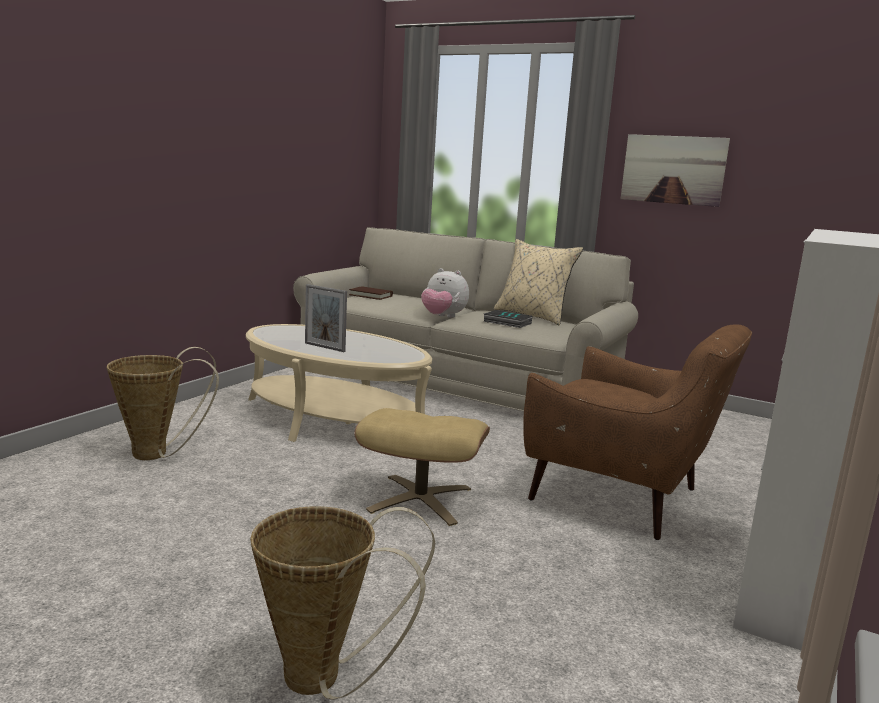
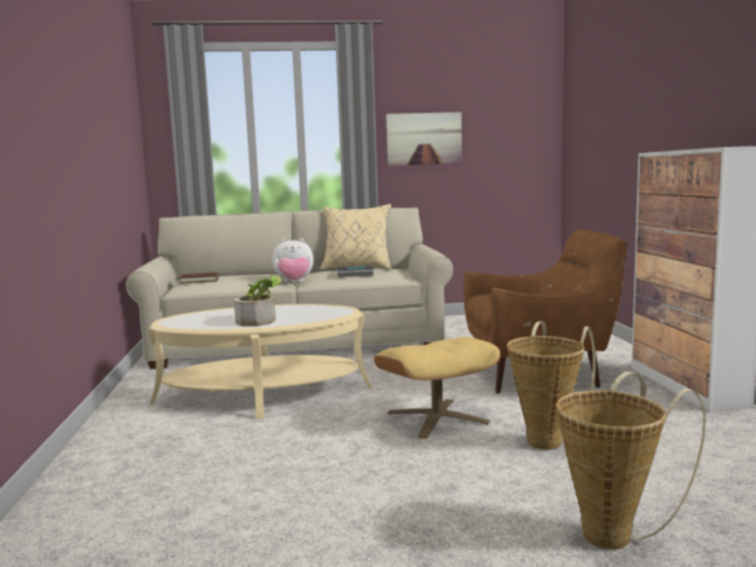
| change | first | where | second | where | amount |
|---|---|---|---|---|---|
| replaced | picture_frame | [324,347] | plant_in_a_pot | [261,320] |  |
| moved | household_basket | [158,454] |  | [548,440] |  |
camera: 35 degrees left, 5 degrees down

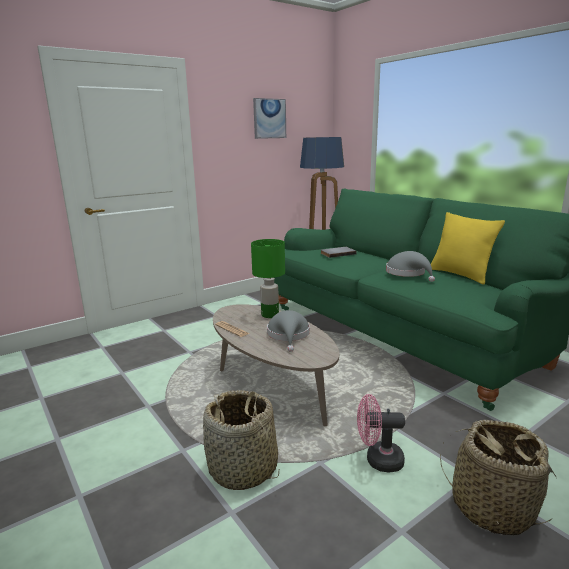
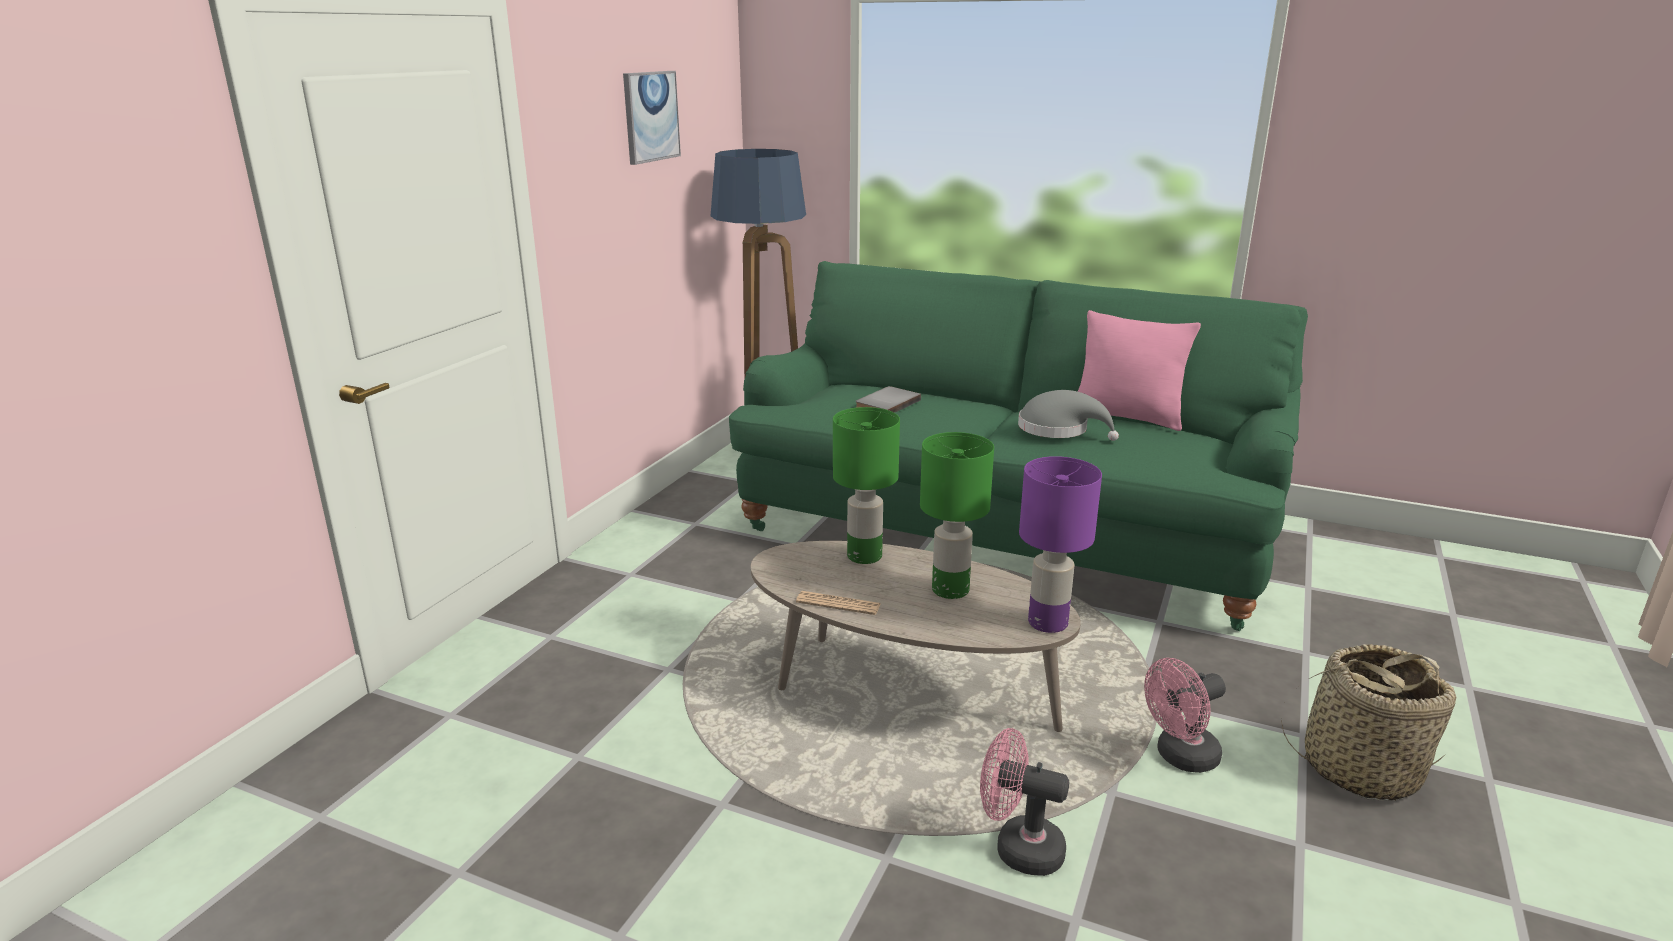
| change | first | where | second | where | amount |
|---|---|---|---|---|---|
| recoloured | yellow_pillow | [460,275] | pinkish_pillow | [1127,418] |  |
| replaced | gray_clothing_hat | [288,335] | greenish_table_lamp | [950,589] |  |
| replaced | household_basket | [243,469] | pinkish_electric_fan | [1018,848] |  |
| added |  |  | purple_table_lamp | [1048,623] |  |
camera: 30 degrees left, 5 degrees up

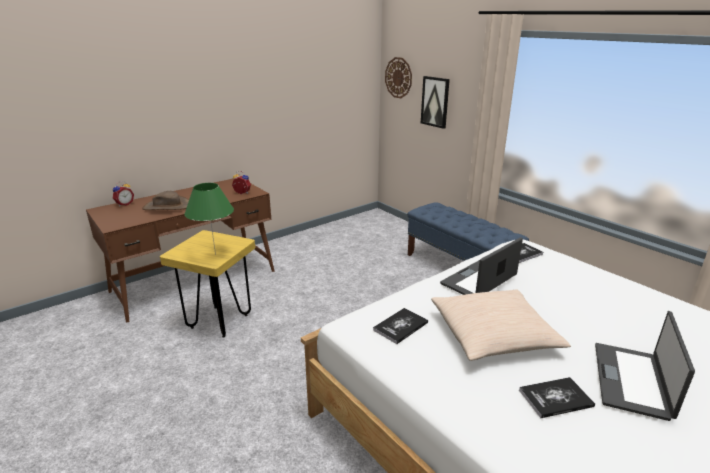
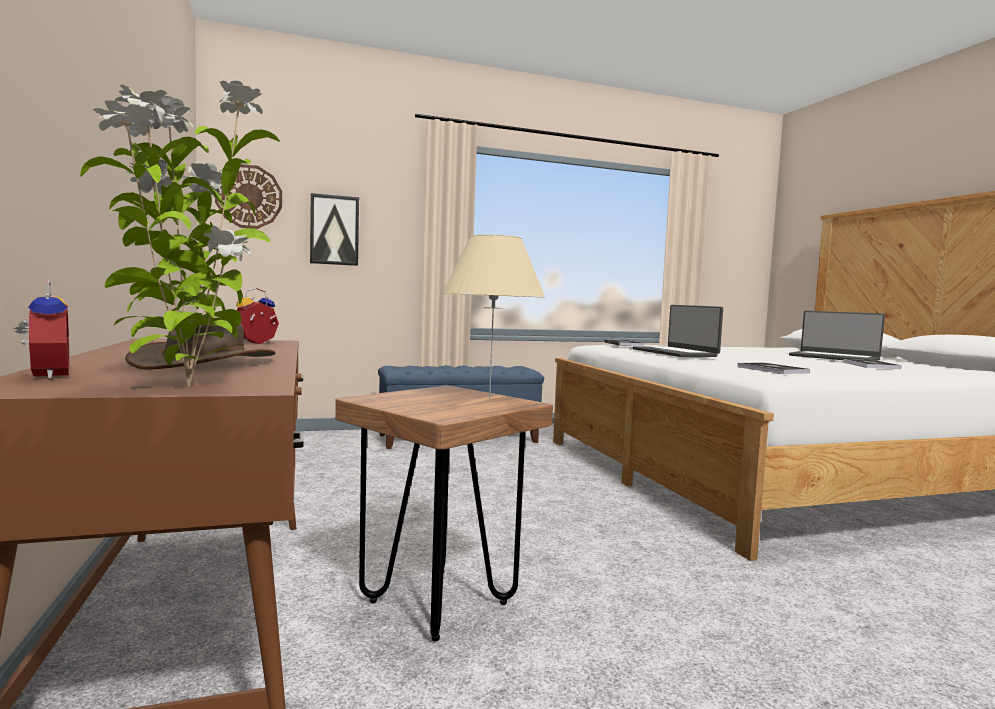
| change | first | where | second | where | amount |
|---|---|---|---|---|---|
| recoloured | greenish_table_lamp | [215,254] | beige_table_lamp | [489,400] |  |
| recoloured | yellow_stool_seat | [219,321] | brownish_stool_seat | [439,602] |  |
| removed | beige_pillow | [493,335] |  |  |  |
| added |  |  | plant_in_a_pot | [186,385] |  |
camera: 70 degrees left, 20 degrees down

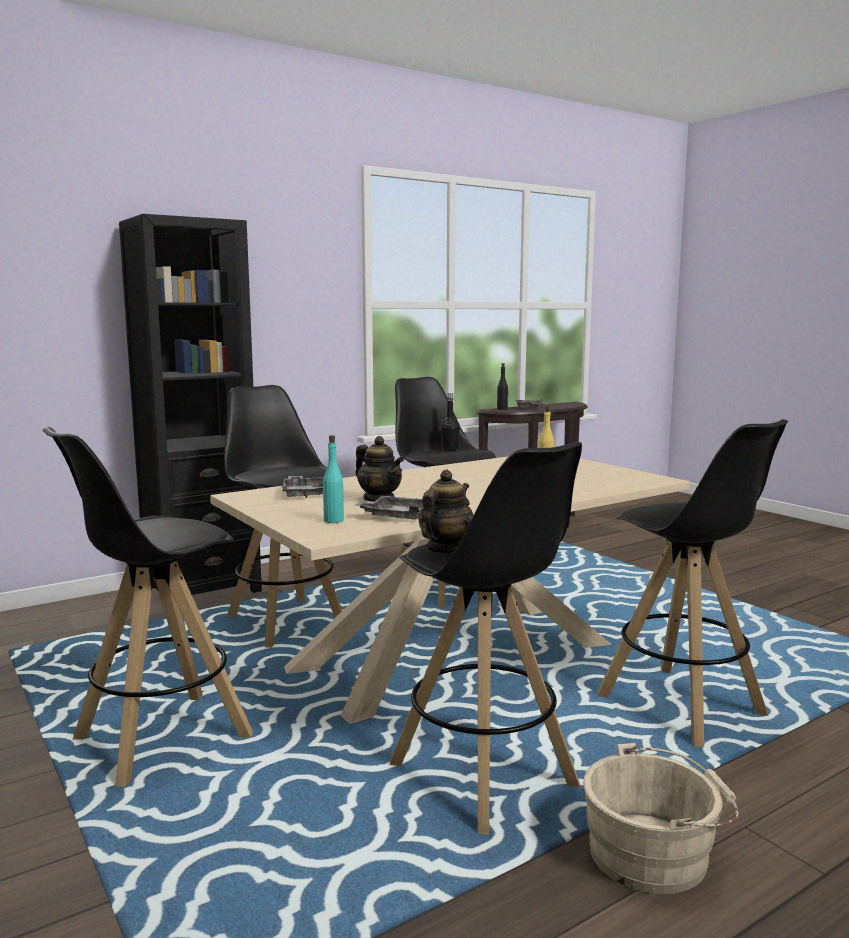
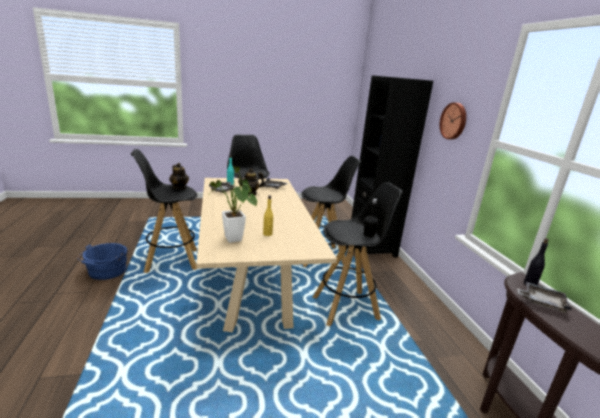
| change | first | where | second | where | amount |
|---|---|---|---|---|---|
| removed | black_stool_seat | [682,706] |  |  |  |
| recoloured | beige_pail | [654,853] | blue-coloured_pail | [106,272] |  |
| added |  |  | wall_clock | [454,121] |  |
| added |  |  | plant_in_a_pot | [234,241] |  |
camera: 110 degrees right, 10 degrees up

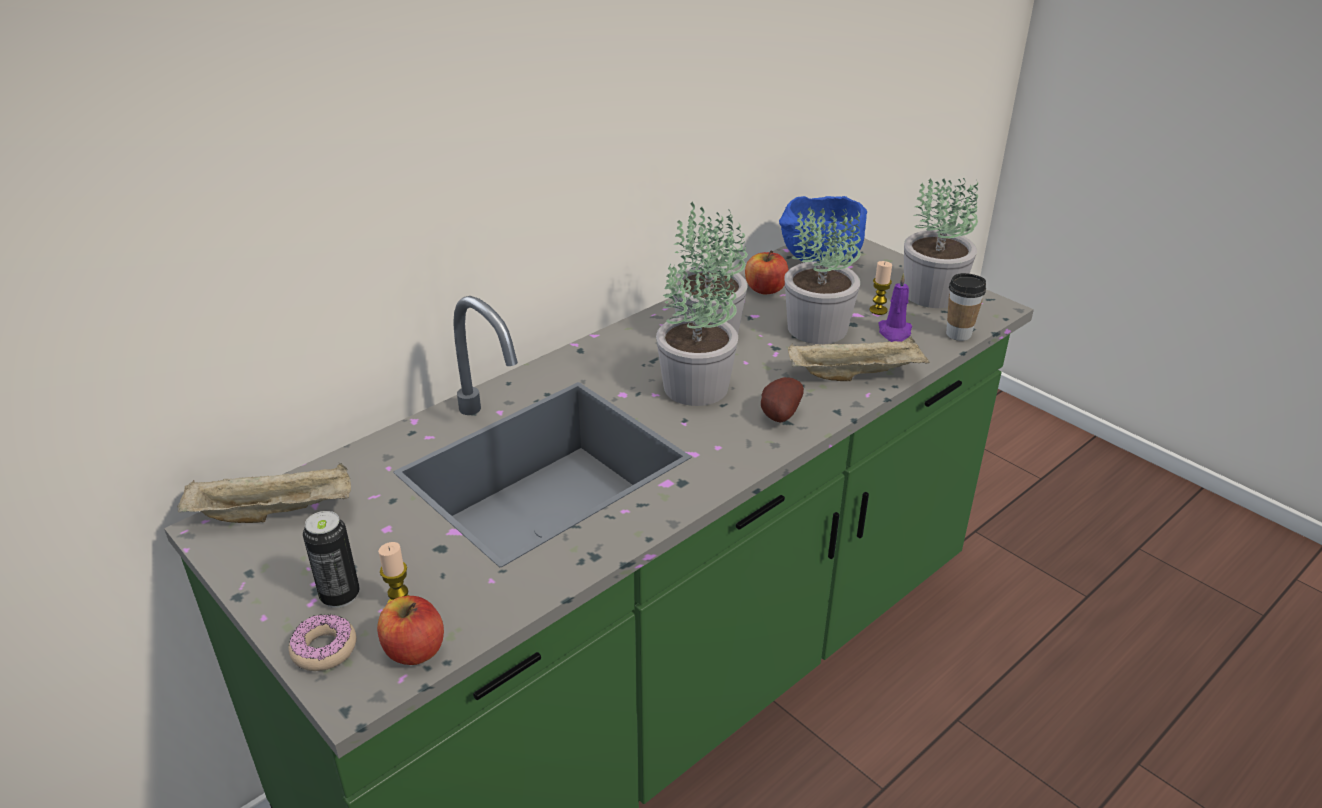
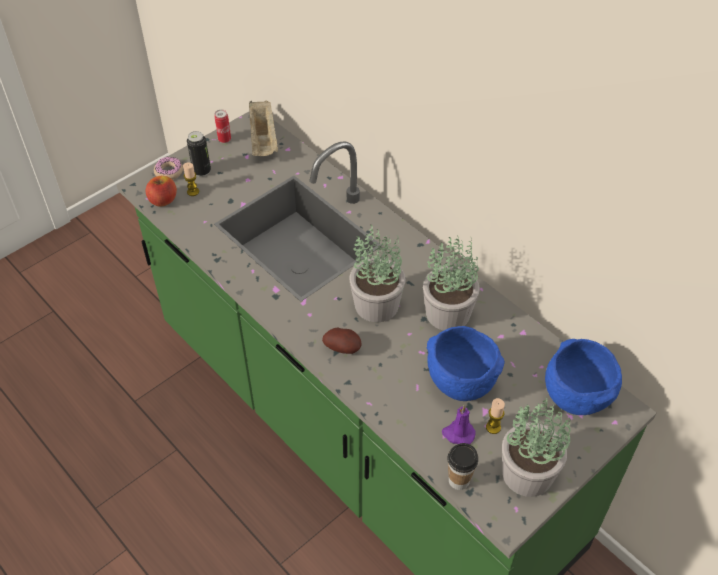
| change | first | where | second | where | amount |
|---|---|---|---|---|---|
| replaced | plant_in_a_pot | [818,329] | blue-coloured_deep_dish | [459,382] |  |
| removed | whole_apple | [765,289] |  |  |  |
| removed | beige_carrying_tray | [856,375] |  |  |  |
| added |  |  | can | [224,139] |  |
camera: 90 degrees right, 15 degrees up

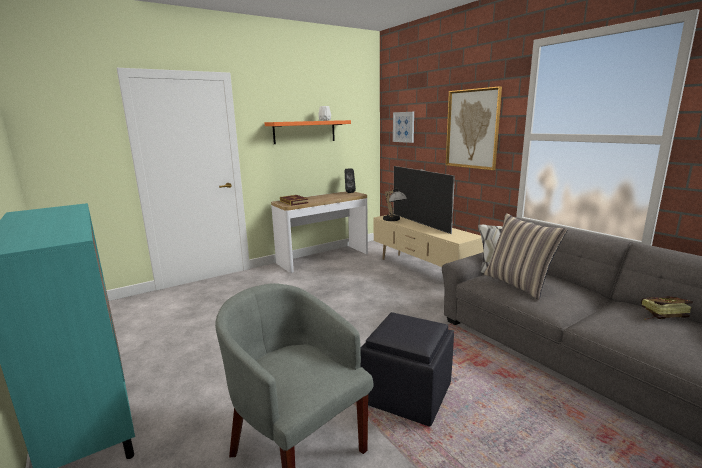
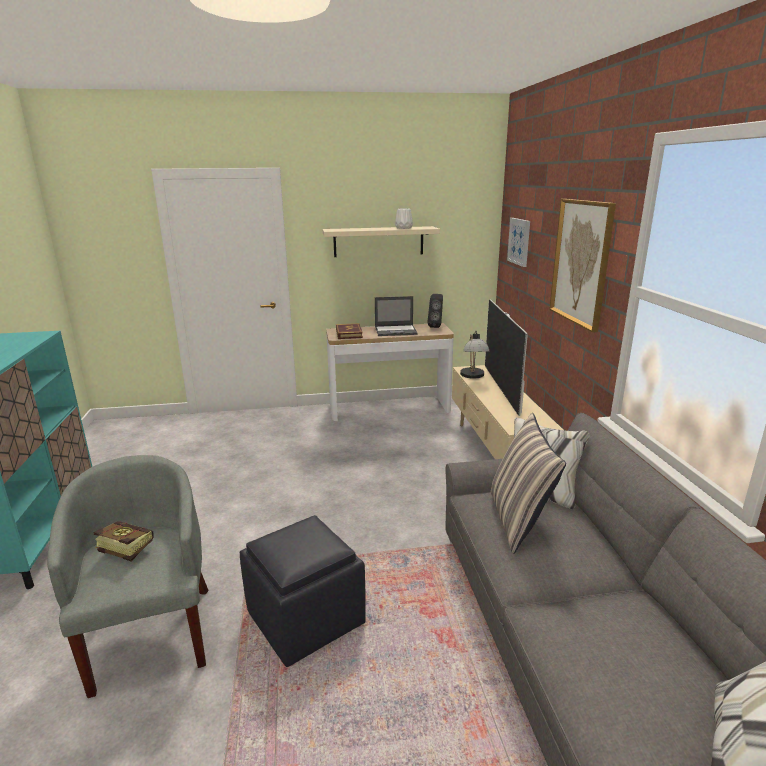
| change | first | where | second | where | amount |
|---|---|---|---|---|---|
| recoloured | orangey_shelf | [304,132] | beige_shelf | [378,241] |  |
| moved | book | [659,316] |  | [122,549] |  |
| added |  |  | portable_computer | [396,331] |  |
camera: 25 degrees right, 5 degrees up

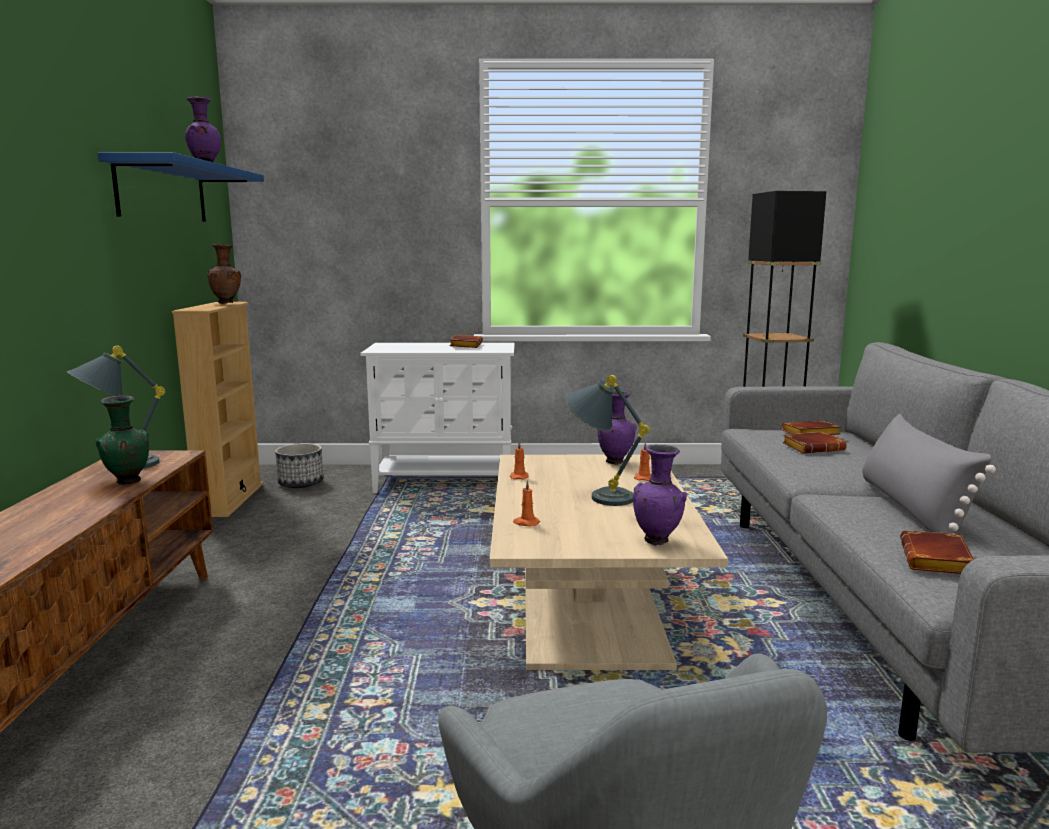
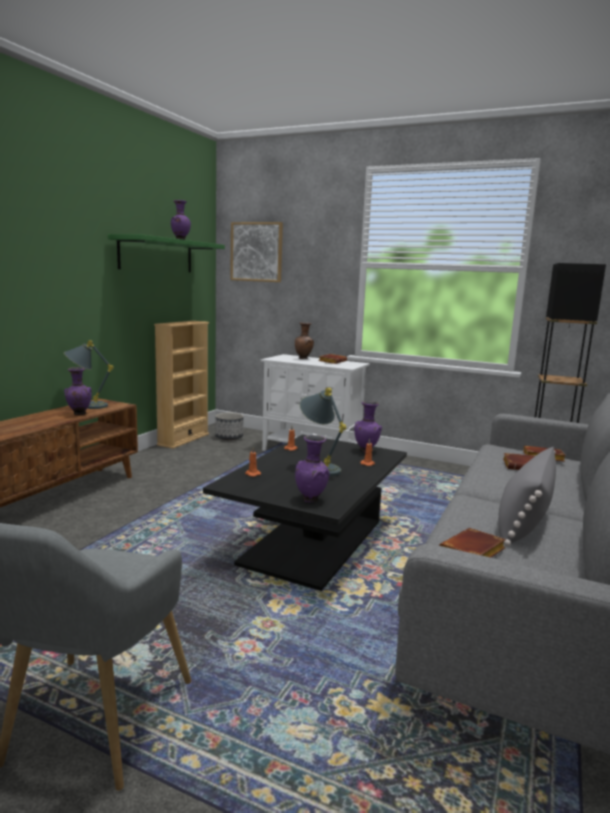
| change | first | where | second | where | amount |
|---|---|---|---|---|---|
| recoloured | blue-coloured_shelf | [163,192] | greenish_shelf | [156,255] |  |
| moved | brownish_vase | [227,303] |  | [303,358] |  |
| recoloured | greenish_vase | [127,482] | purple_vase | [79,414] |  |
| recoloured | beige_low_table | [589,607] | black_low_table | [313,542] |  |
| added |  |  | wall_art | [256,252] |  |
camera: 25 degrees right, 0 degrees up

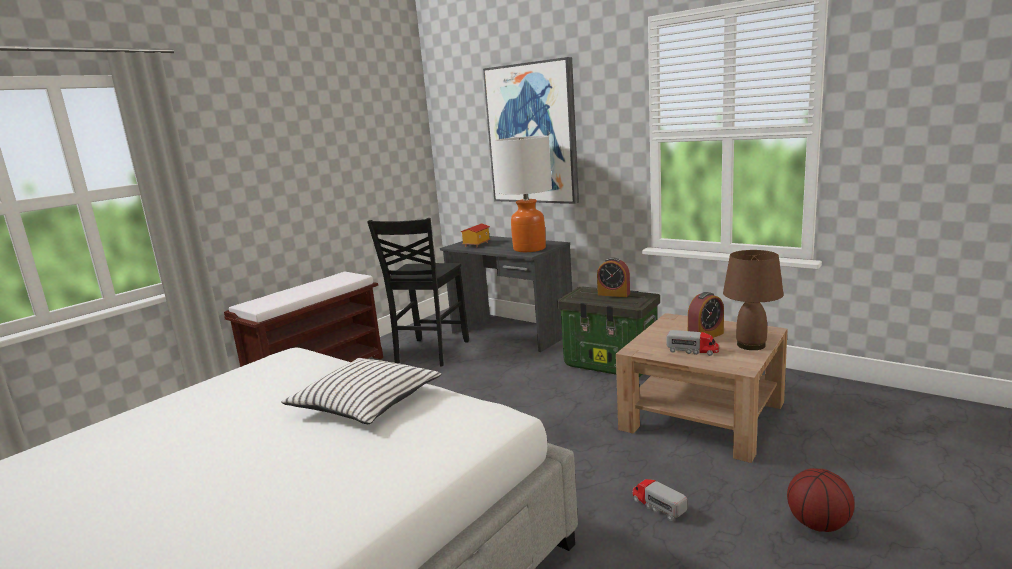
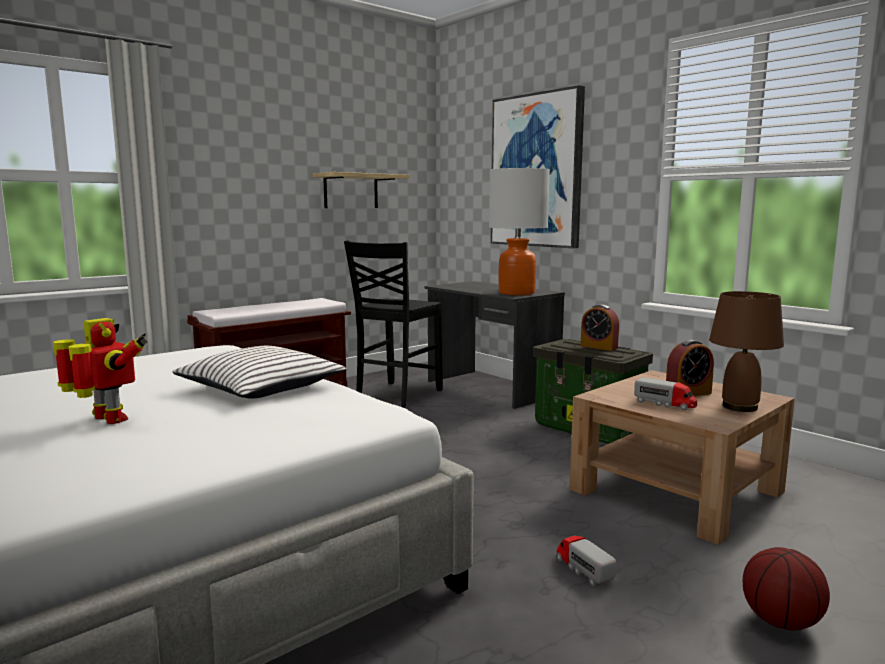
| change | first | where | second | where | amount |
|---|---|---|---|---|---|
| removed | model_house | [476,244] |  |  |  |
| added |  |  | shelf | [351,191] |  |
| added |  |  | robot_figure | [107,420] |  |
camera: 10 degrees right, 5 degrees down

